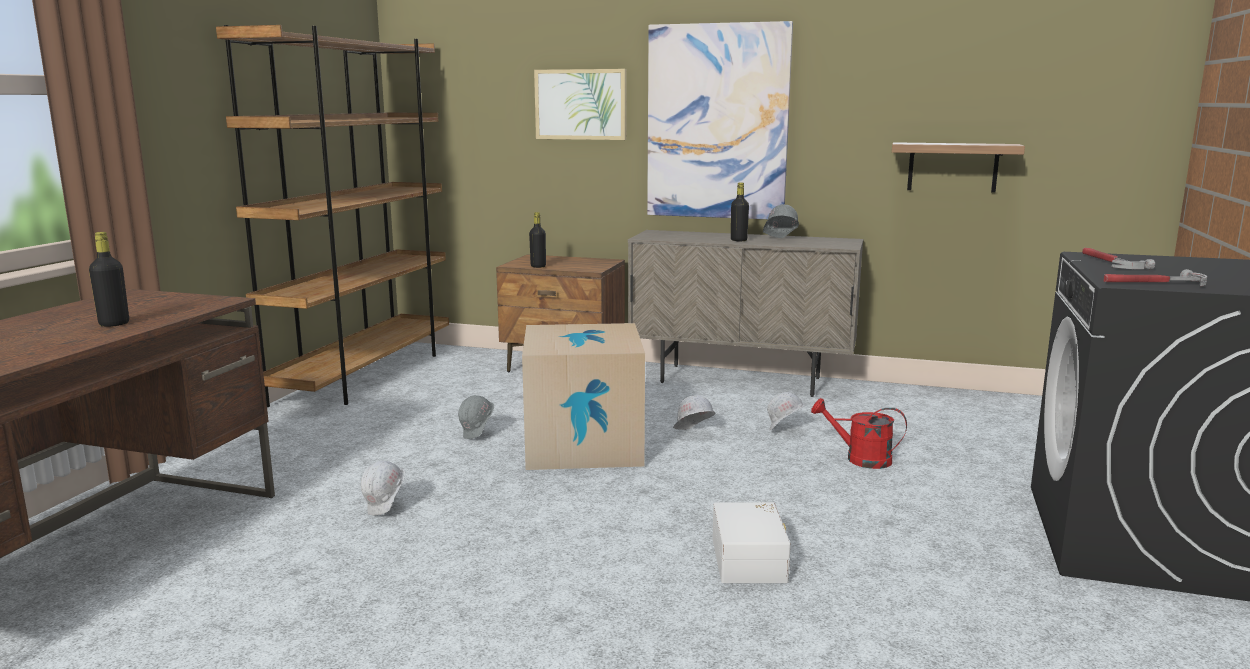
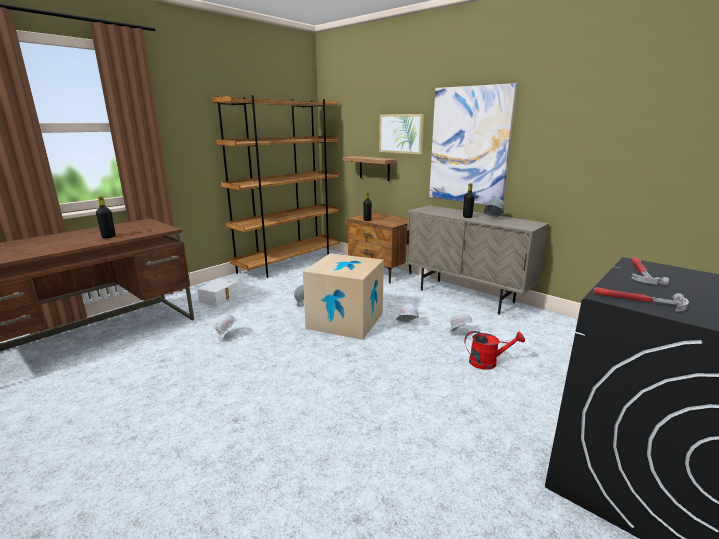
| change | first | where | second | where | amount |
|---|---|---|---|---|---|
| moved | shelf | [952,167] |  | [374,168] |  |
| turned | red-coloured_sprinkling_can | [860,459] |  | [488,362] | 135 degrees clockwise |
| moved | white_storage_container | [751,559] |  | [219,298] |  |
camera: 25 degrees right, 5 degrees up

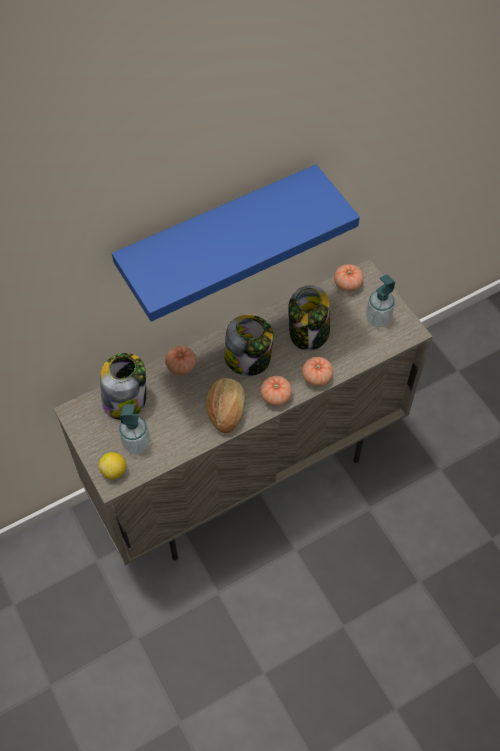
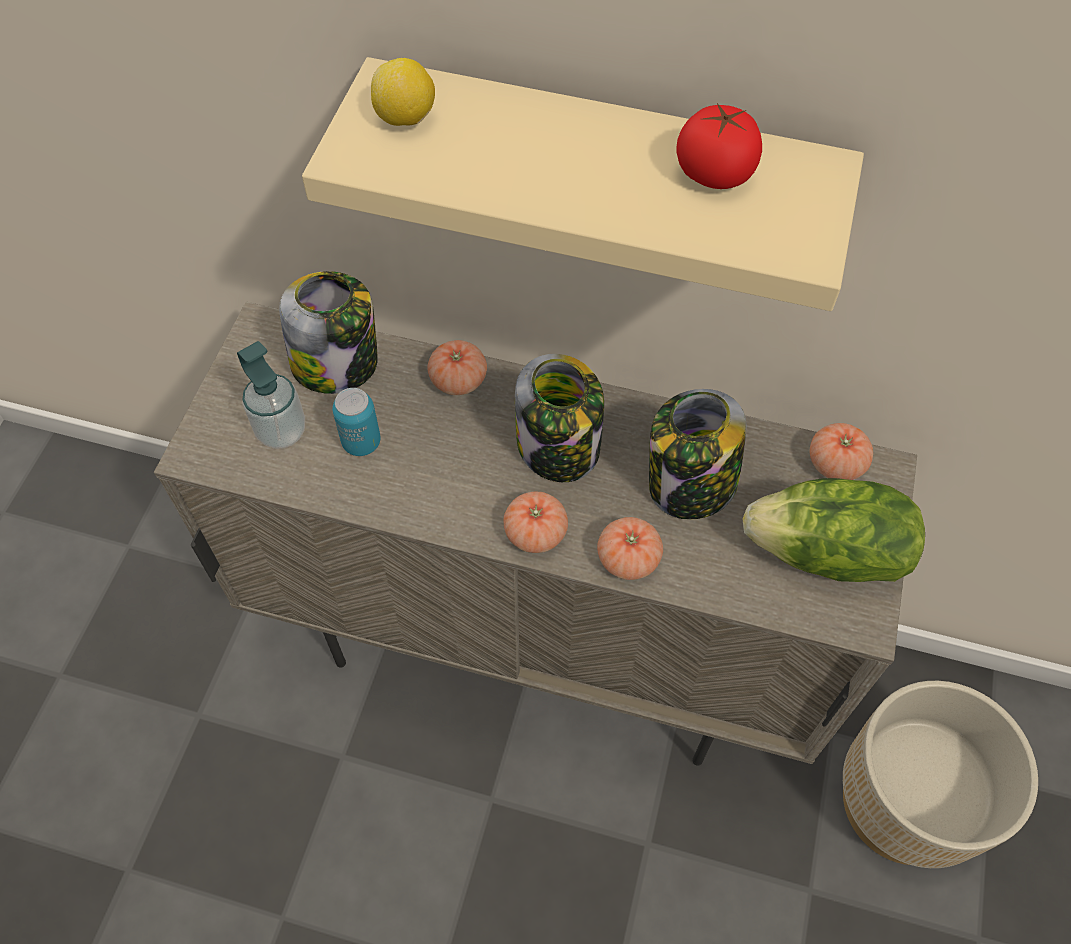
| change | first | where | second | where | amount |
|---|---|---|---|---|---|
| recoloured | blue-coloured_shelf | [218,234] | beige_shelf | [602,172] |  |
| replaced | soap_bottle | [378,318] | head_of_lettuce | [827,555] |  |
| removed | bakery_bread | [225,410] |  |  |  |
| moved | lemon | [114,471] |  | [406,118] |  |
| added |  |  | fresh_tomato | [714,174] |  |
| added |  |  | can | [361,442] |  |
| added |  |  | beige_plant_pot | [903,803] |  |
camera: 45 degrees right, 0 degrees up

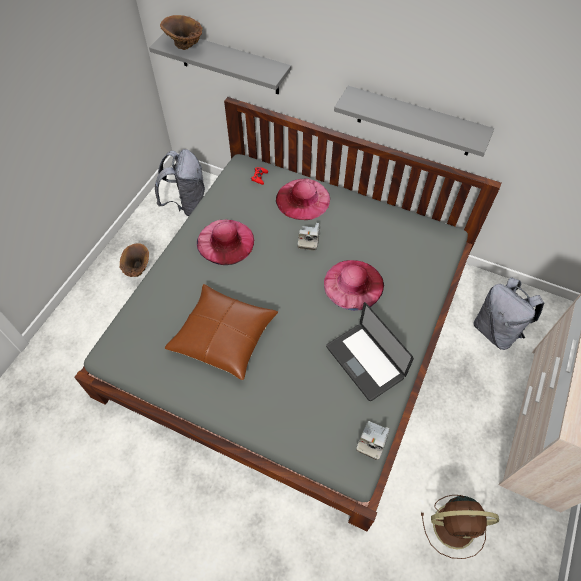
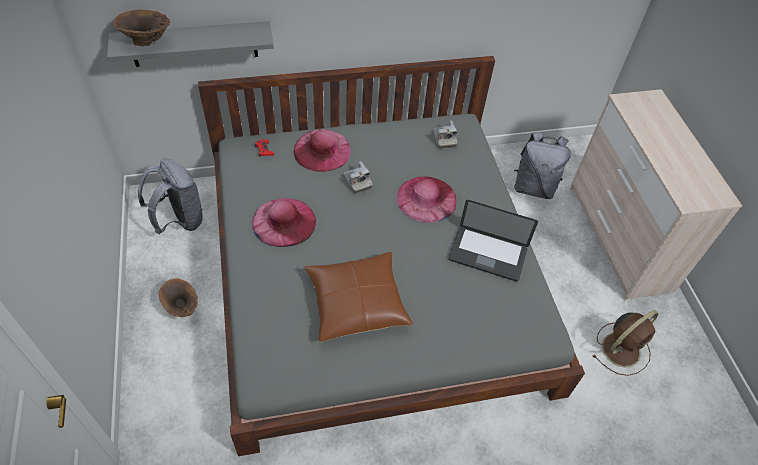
| change | first | where | second | where | amount |
|---|---|---|---|---|---|
| removed | gray_shelf | [415,122] |  |  |  |
| moved | photo_camera | [372,441] |  | [444,139] |  |
camera: 40 degrees left, 5 degrees down

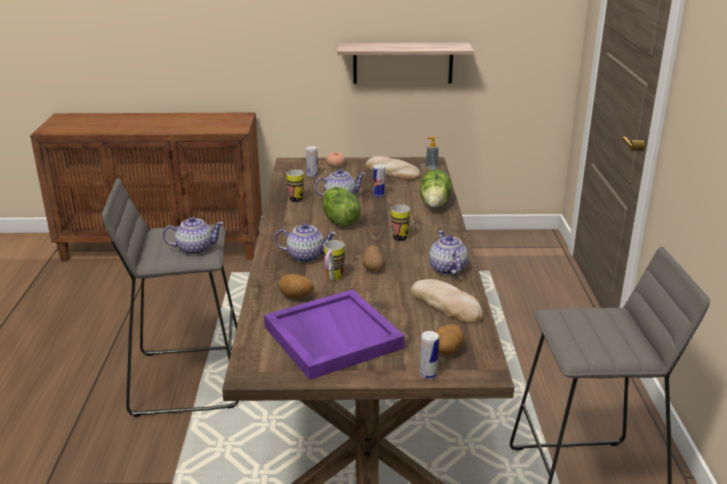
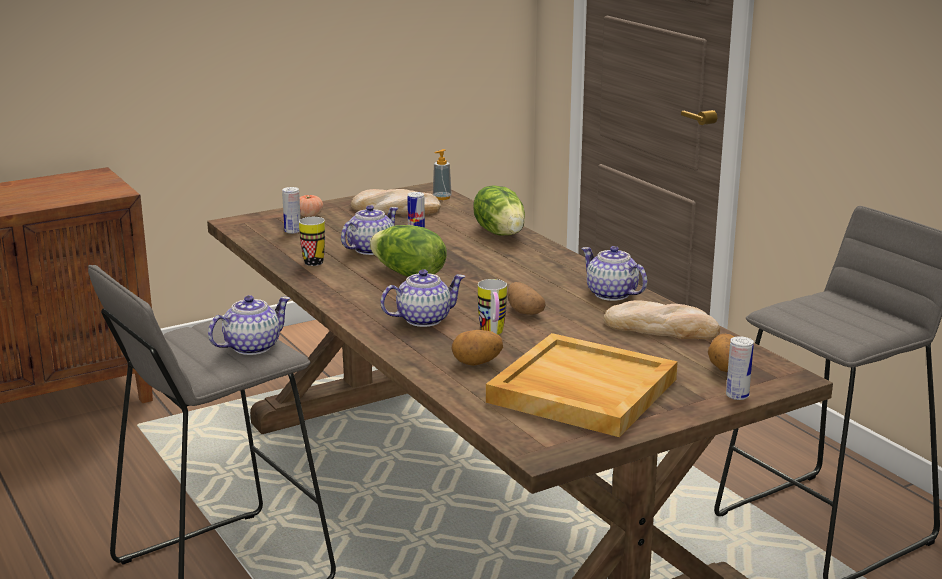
| change | first | where | second | where | amount |
|---|---|---|---|---|---|
| removed | shelf | [403,63] |  |  |  |
| removed | tea_mug | [401,236] |  |  |  |
| recoloured | purple_carrying_tray | [331,337] | beige_carrying_tray | [580,391] |  |
camera: 30 degrees left, 5 degrees down

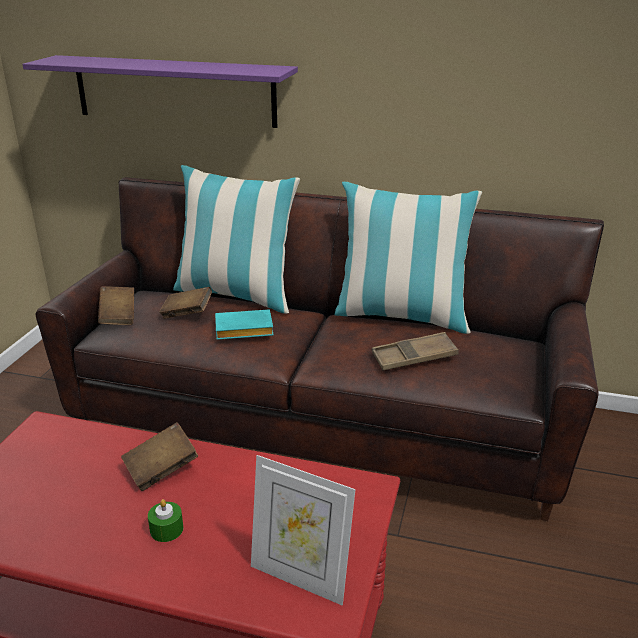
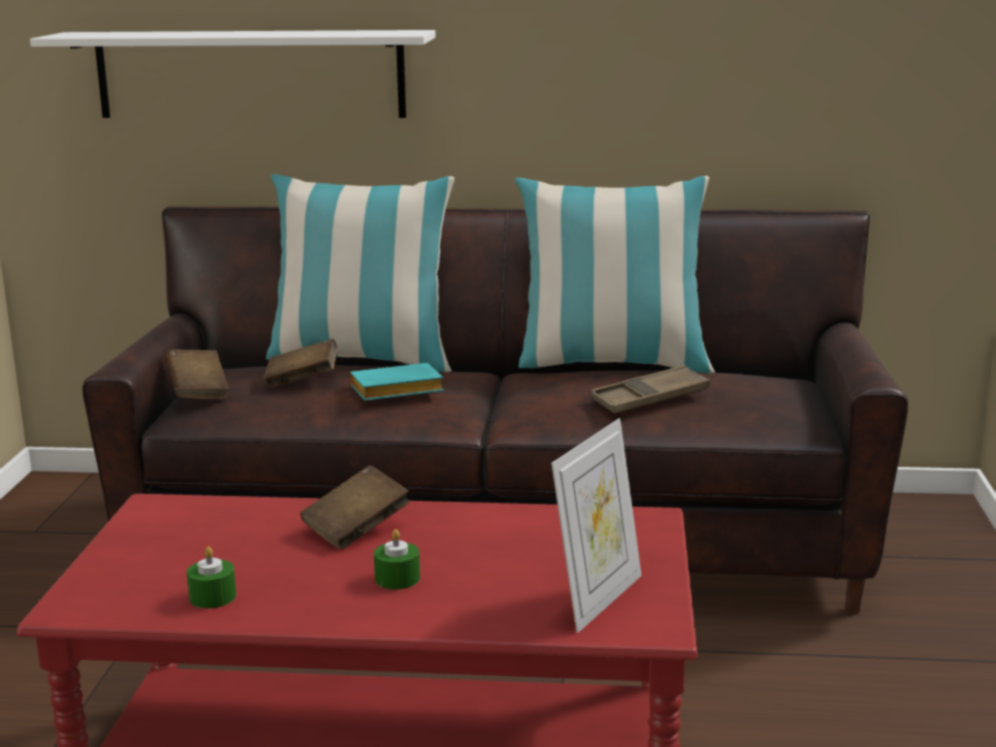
| change | first | where | second | where | amount |
|---|---|---|---|---|---|
| recoloured | purple_shelf | [174,91] | white_shelf | [250,74] |  |
| turned | picture_frame | [300,577] |  | [597,599] | 75 degrees counterclockwise |
| added |  |  | greenish_wax_candle | [212,597] |  |
camera: 10 degrees left, 10 degrees down

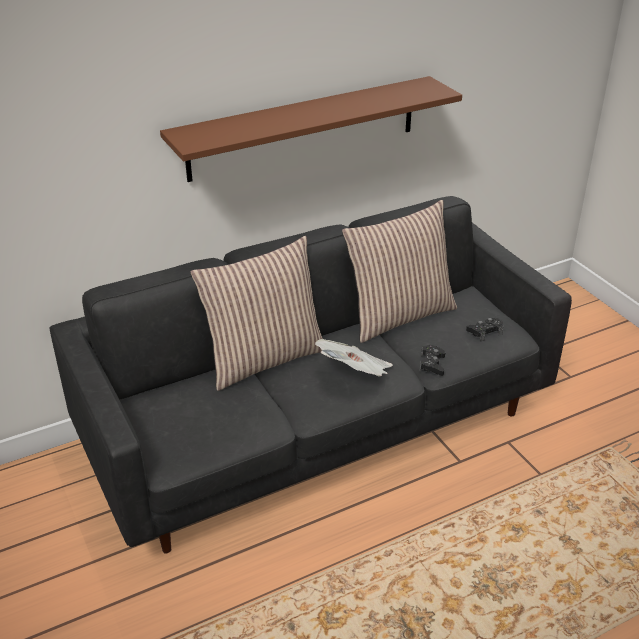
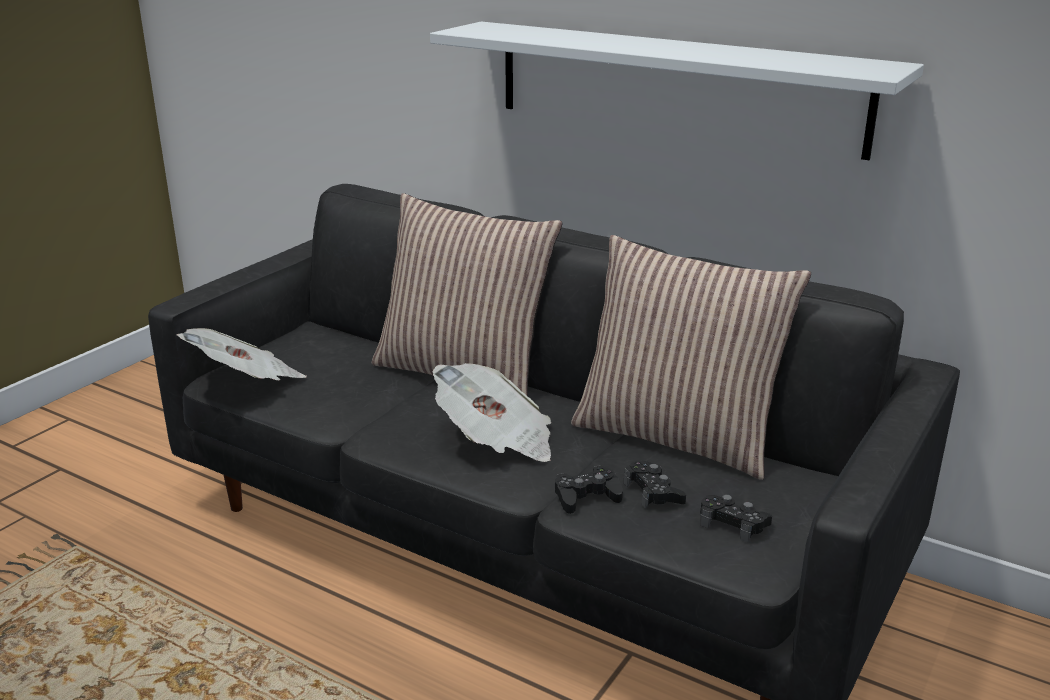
| change | first | where | second | where | amount |
|---|---|---|---|---|---|
| recoloured | brownish_shelf | [303,128] | white_shelf | [674,86] |  |
| added |  |  | daily_paper | [247,382] |  |
| added |  |  | black_joypad | [653,492] |  |
camera: 60 degrees right, 10 degrees down

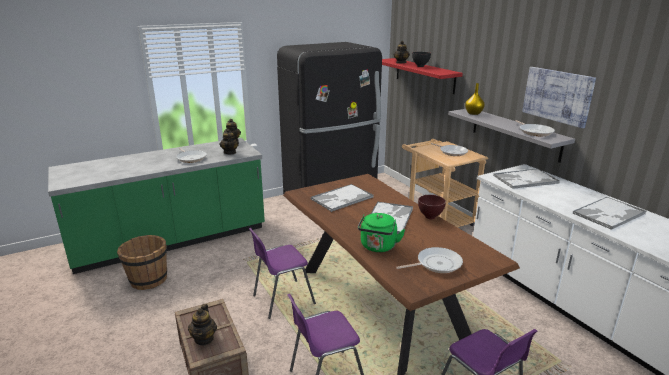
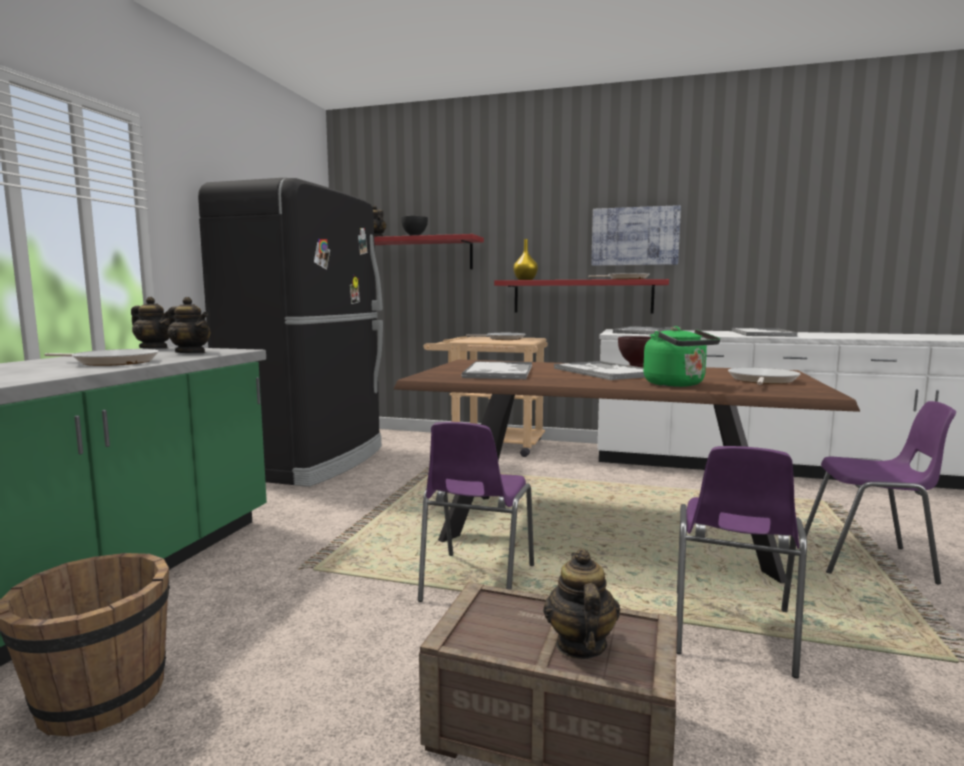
| change | first | where | second | where | amount |
|---|---|---|---|---|---|
| recoloured | gray_shelf | [515,133] | red-coloured_shelf | [582,296] |  |
| turned | pot_for_tea | [204,339] |  | [580,645] | 135 degrees counterclockwise |
camera: 45 degrees left, 15 degrees down

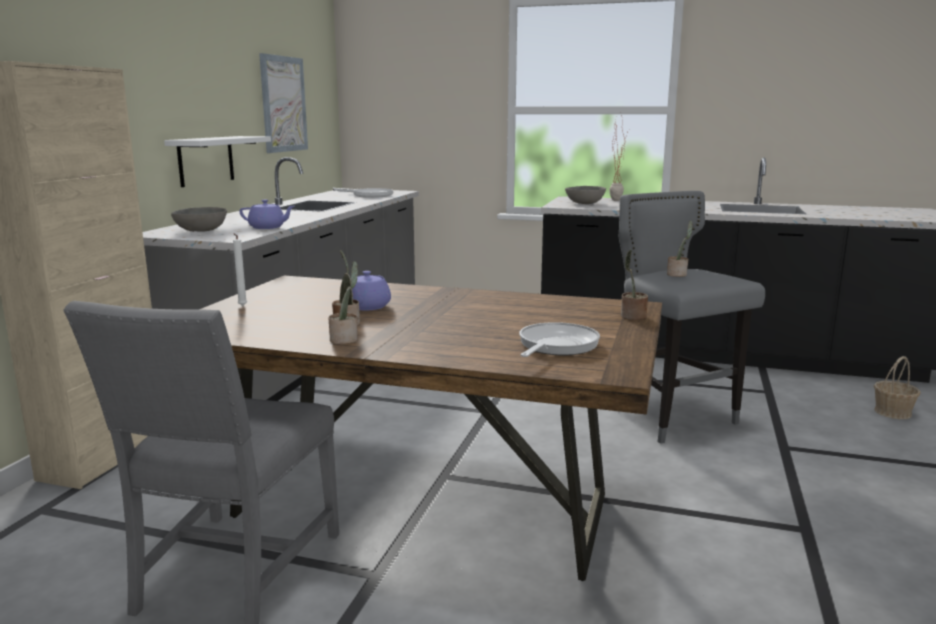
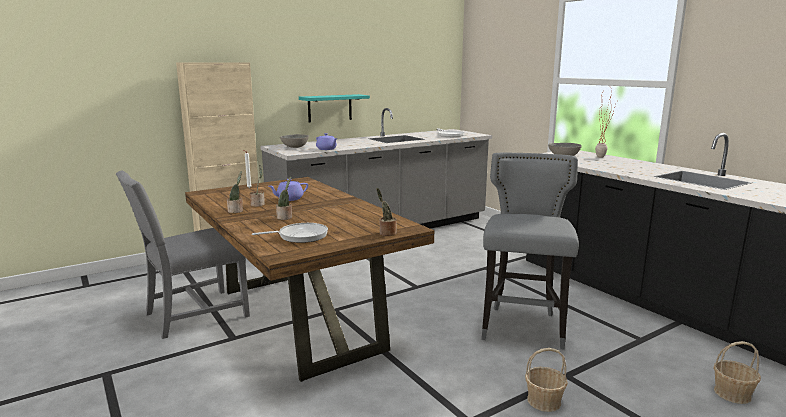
| change | first | where | second | where | amount |
|---|---|---|---|---|---|
| removed | wall_art | [283,104] |  |  |  |
| recoloured | white_shelf | [206,160] | turquoise-coloured_shelf | [330,108] |  |
| moved | plant_in_a_pot | [678,274] |  | [285,218] |  |
| added |  |  | household_basket | [544,401] |  |
camera: 40 degrees right, 0 degrees up

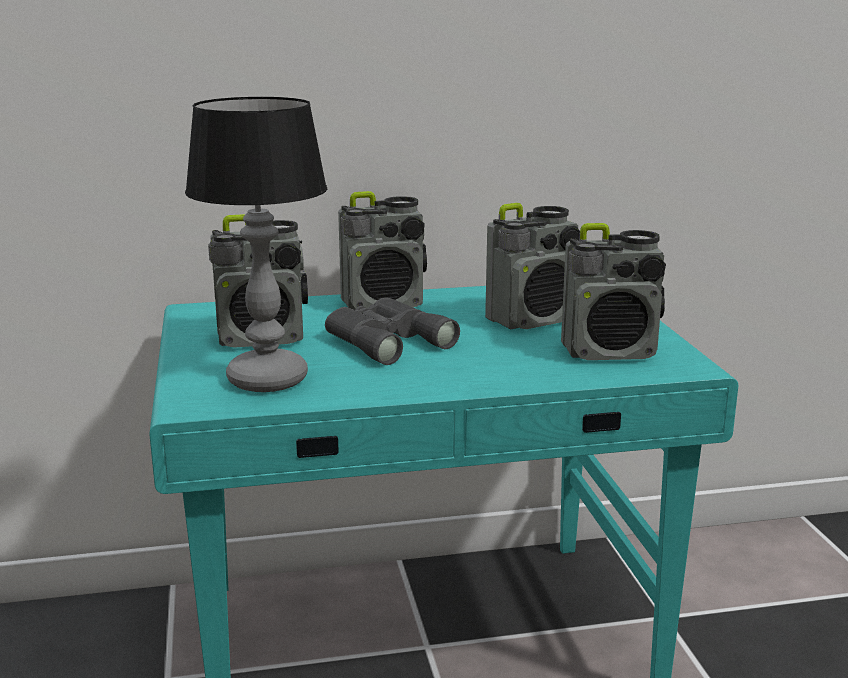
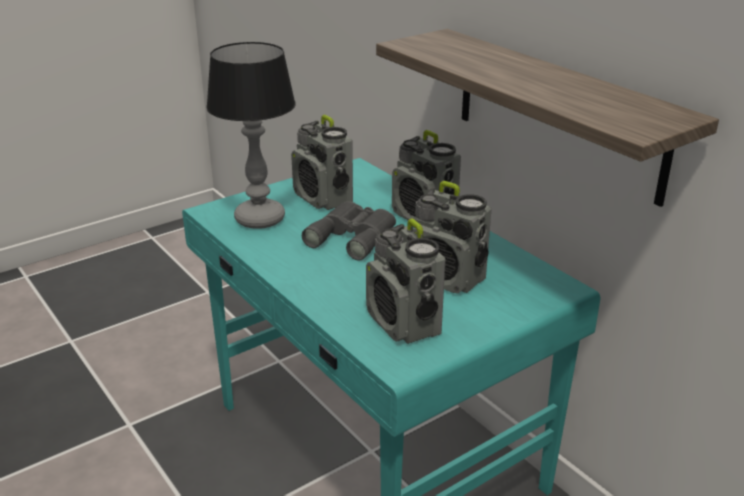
| change | first | where | second | where | amount |
|---|---|---|---|---|---|
| added |  |  | shelf | [557,113] |  |
camera: 65 degrees right, 10 degrees up

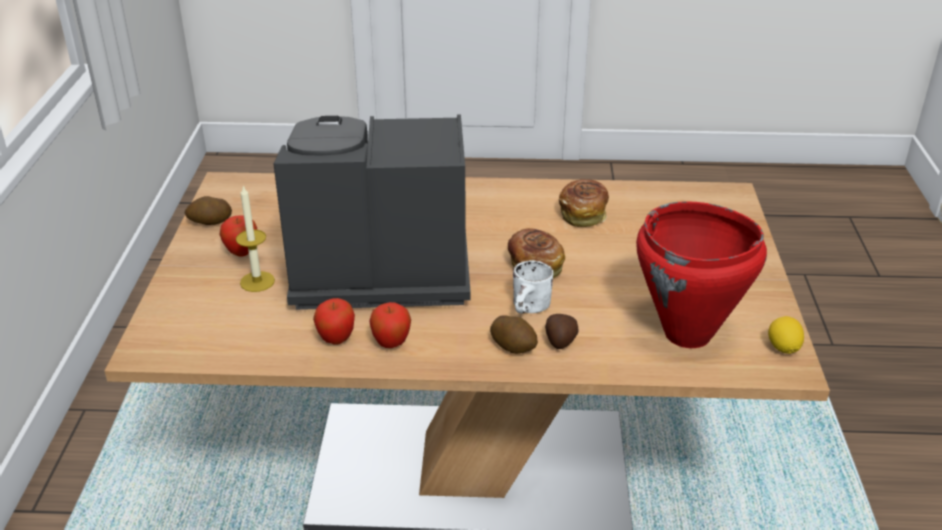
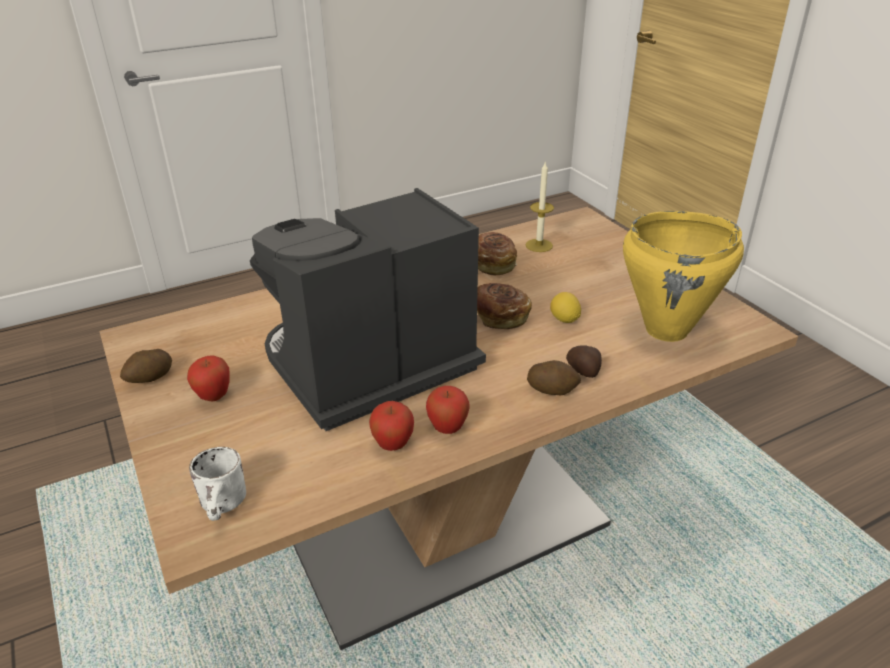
| change | first | where | second | where | amount |
|---|---|---|---|---|---|
| moved | wax_candle | [257,281] |  | [539,245] |  |
| recoloured | red-coloured_cooking_pot | [688,334] | yellow_cooking_pot | [667,330] |  |
| moved | white_tea_mug | [532,309] |  | [227,505] |  |
| moved | lemon | [783,348] |  | [564,320] |  |
camera: 30 degrees left, 0 degrees up

